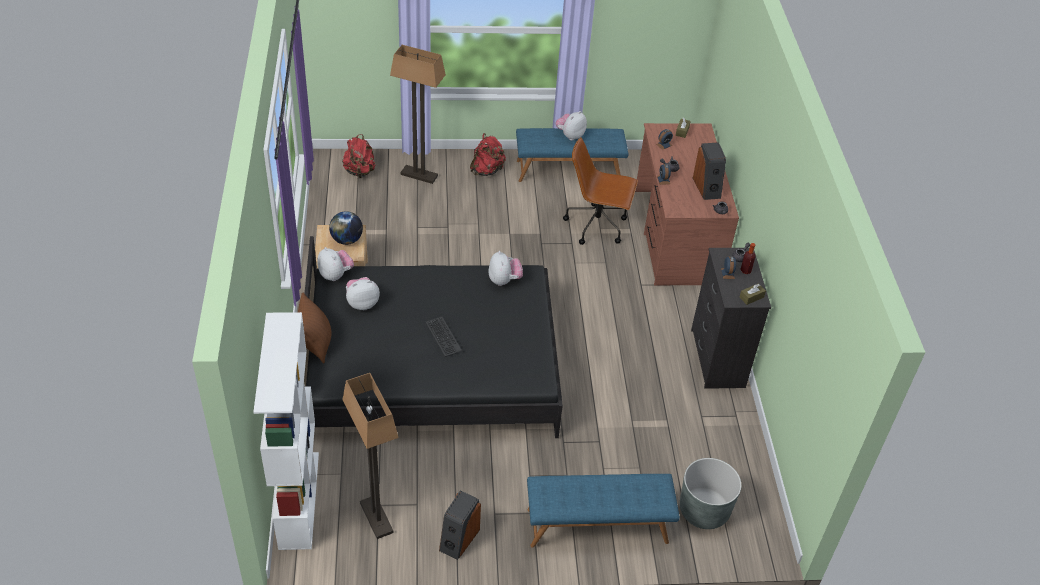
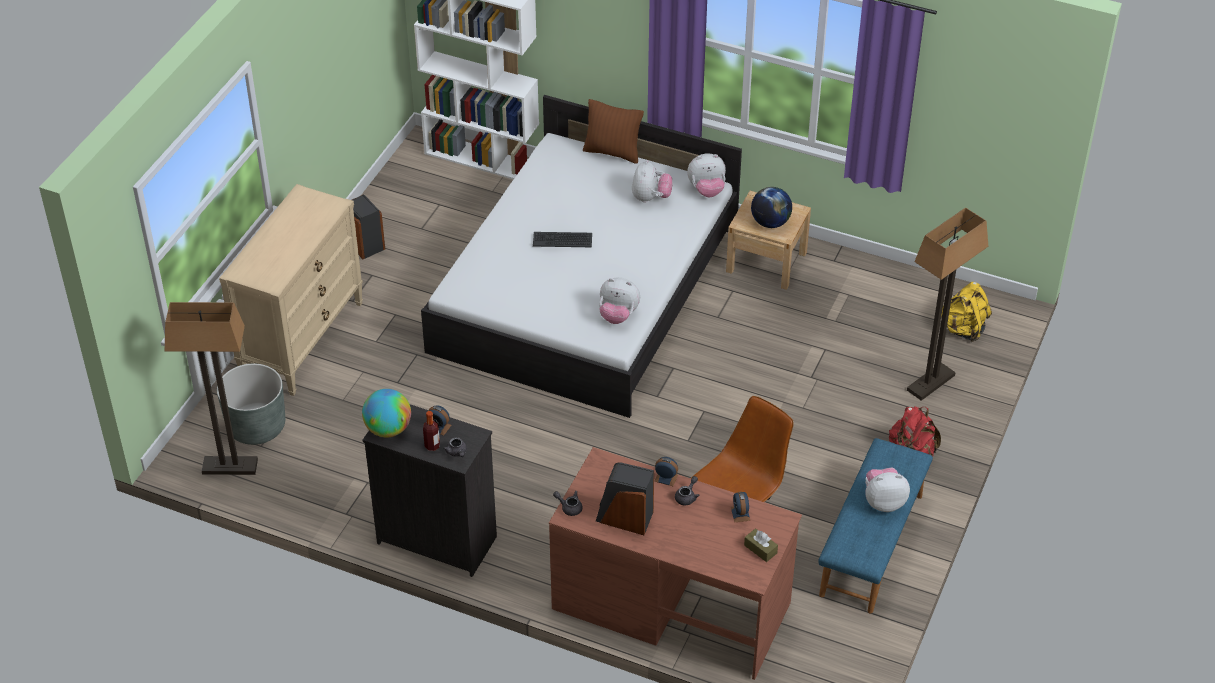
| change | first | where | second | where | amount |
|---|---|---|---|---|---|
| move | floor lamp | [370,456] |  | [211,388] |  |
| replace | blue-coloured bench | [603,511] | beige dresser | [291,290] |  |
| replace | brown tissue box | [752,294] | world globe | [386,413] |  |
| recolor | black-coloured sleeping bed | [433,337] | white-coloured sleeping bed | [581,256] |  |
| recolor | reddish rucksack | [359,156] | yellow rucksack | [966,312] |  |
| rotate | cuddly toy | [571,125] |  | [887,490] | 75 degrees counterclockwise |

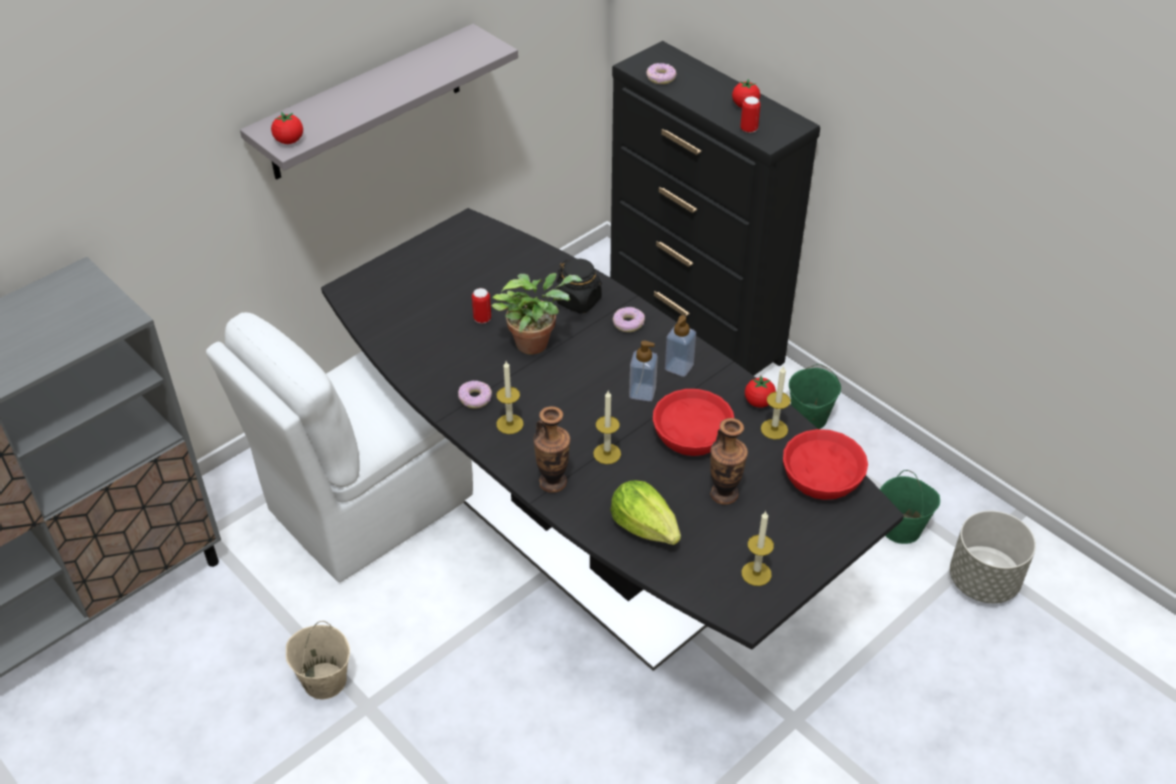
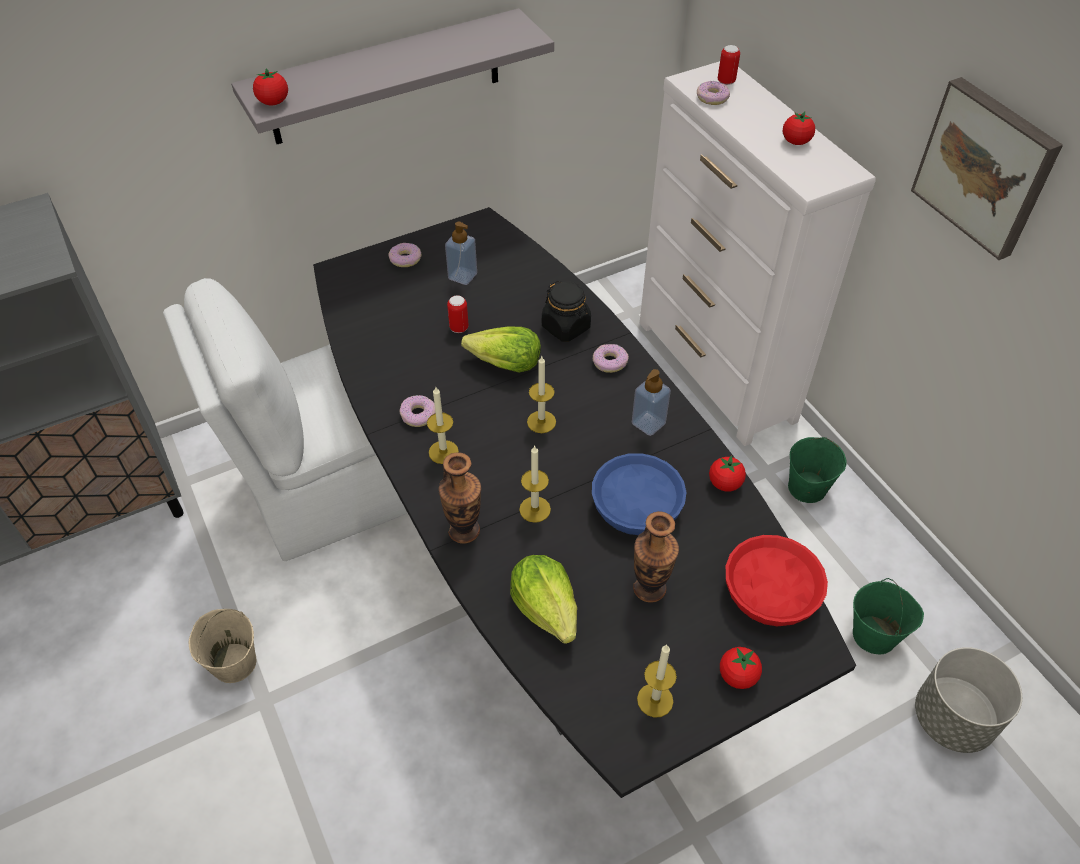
| change | first | where | second | where | amount |
|---|---|---|---|---|---|
| insert |  |  | ring doughnut | [405,255] |  |
| insert |  |  | whole tomato | [741,668] |  |
| insert |  |  | wall picture | [987,168] |  |
| move | liquid soap bottle | [643,371] |  | [461,253] |  |
| move | sealed can | [750,115] |  | [729,65] |  |
| move | candle | [776,402] |  | [541,394] |  |
| replace | plant in a pot | [537,314] | lettuce head | [501,350] |  |
| recolor | black-coloured dresser | [715,208] | white-coloured dresser | [758,253] |  |
| recolor | reddish serving bowl | [693,422] | blue-coloured serving bowl | [639,494] |  |

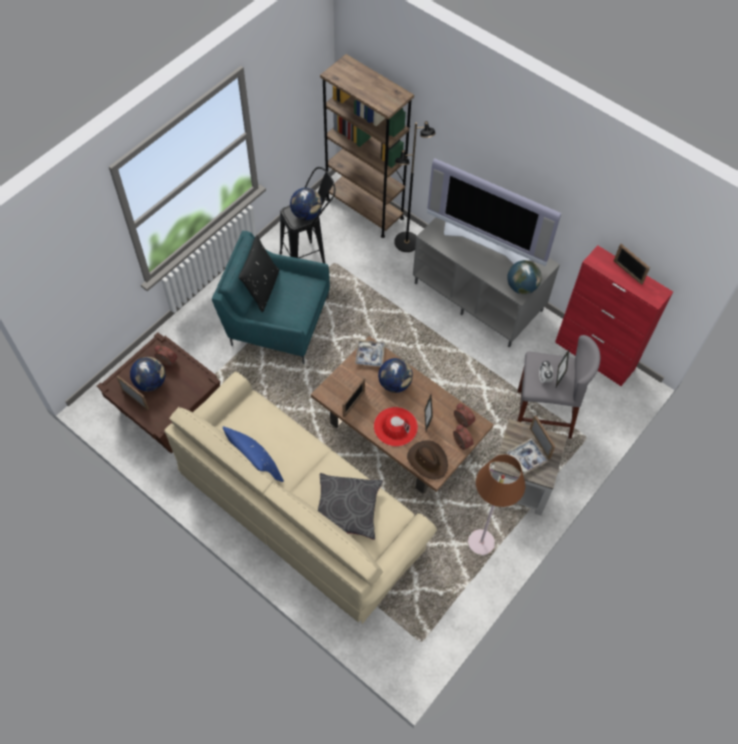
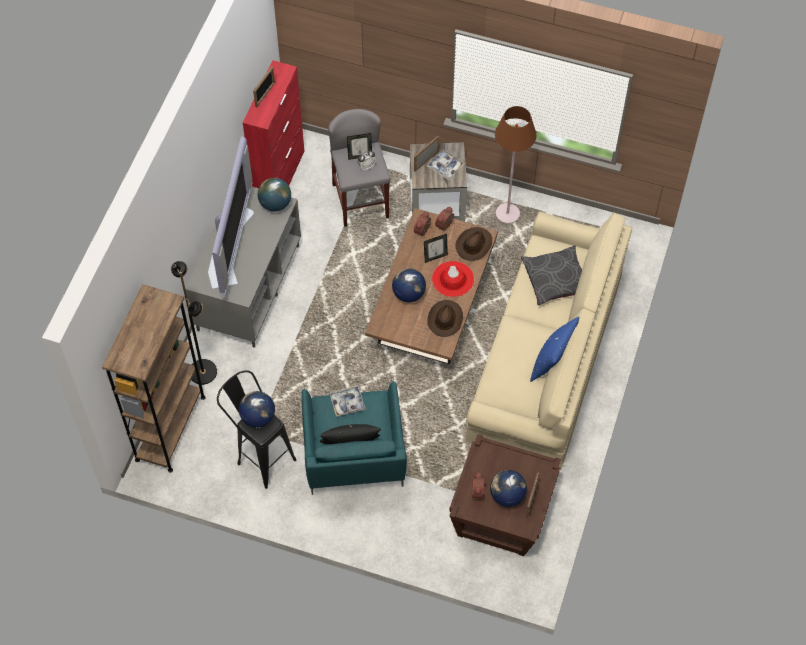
| change | first | where | second | where | amount |
|---|---|---|---|---|---|
| move | tray | [370,353] |  | [347,401] |  |
| replace | standing frame | [353,397] | brown clothing hat | [445,318] |  |

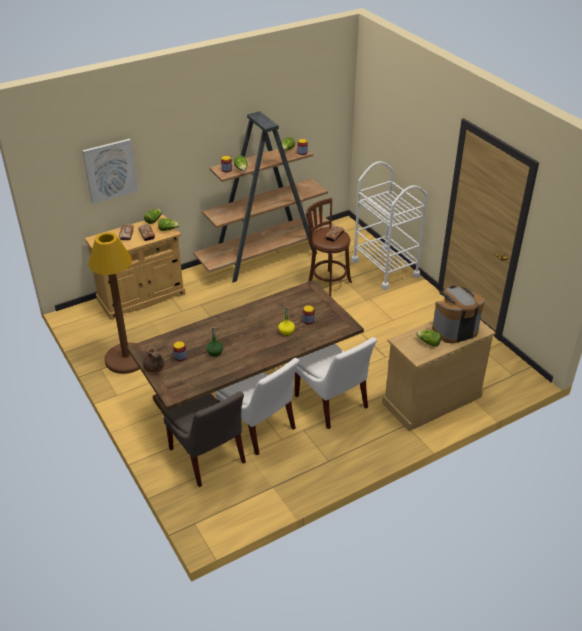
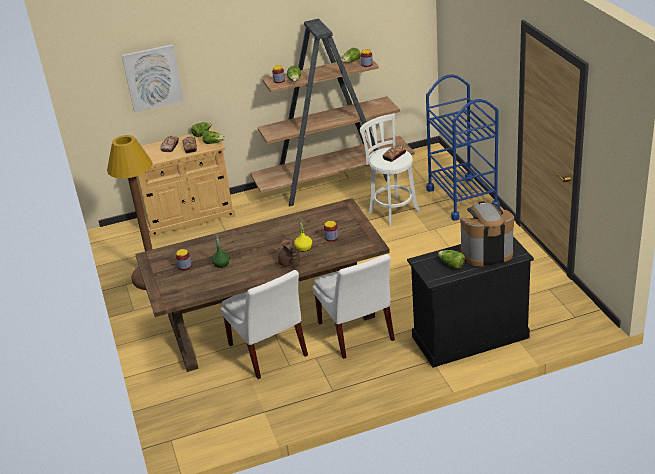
| change | first | where | second | where | amount |
|---|---|---|---|---|---|
| delete | gray upright chair | [205,439] |  |  |  |
| move | brown teapot | [153,360] |  | [289,253] |  |
| recolor | brown sitting stool | [329,247] | white-coloured sitting stool | [390,170] |  |
| recolor | white-coloured wheeled cart | [389,225] | blue-coloured wheeled cart | [463,147] |  |
| recolor | beige dresser | [439,375] | black-coloured dresser | [470,302] |  |

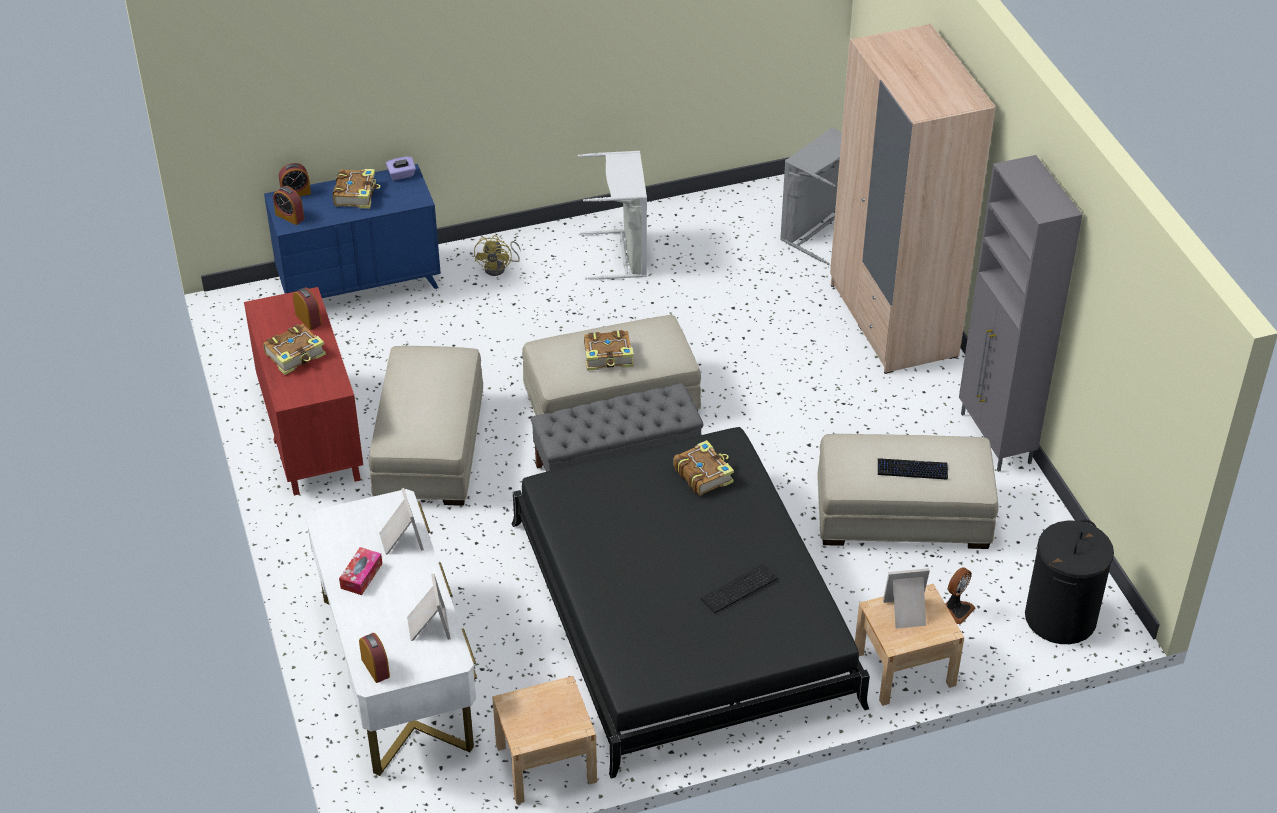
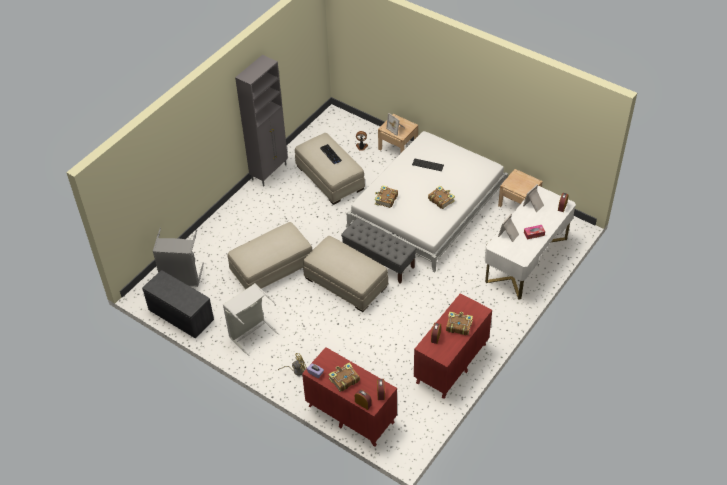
| change | first | where | second | where | amount |
|---|---|---|---|---|---|
| delete | beige armoire | [912,198] |  |  |  |
| delete | black-coloured washing basket | [1069,581] |  |  |  |
| insert |  |  | gray bench | [178,304] |  |
| move | beige pouffe | [425,426] |  | [270,255] |  |
| move | book | [609,350] |  | [441,197] |  |
| recolor | blue-coloured dresser | [352,231] | reddish dresser | [349,397] |  |
| recolor | black-coloured sleeping bed | [691,603] | white-coloured sleeping bed | [427,202] |  |

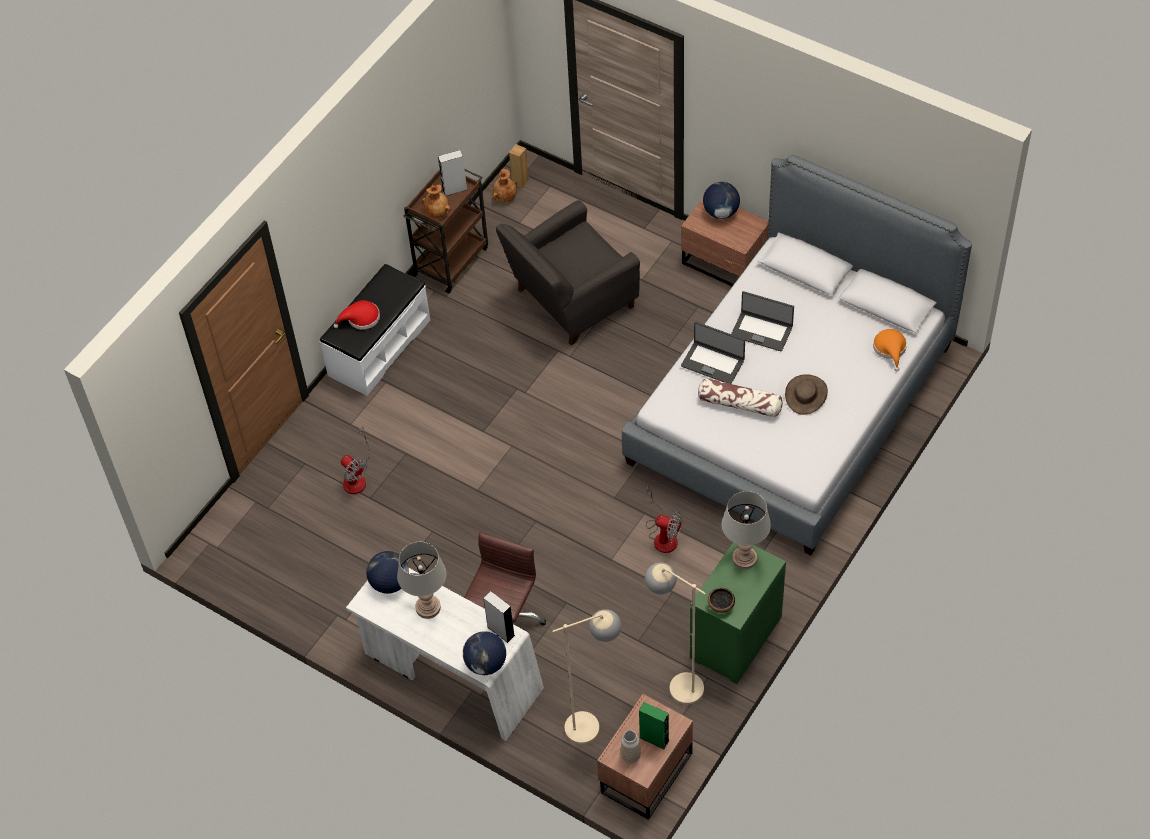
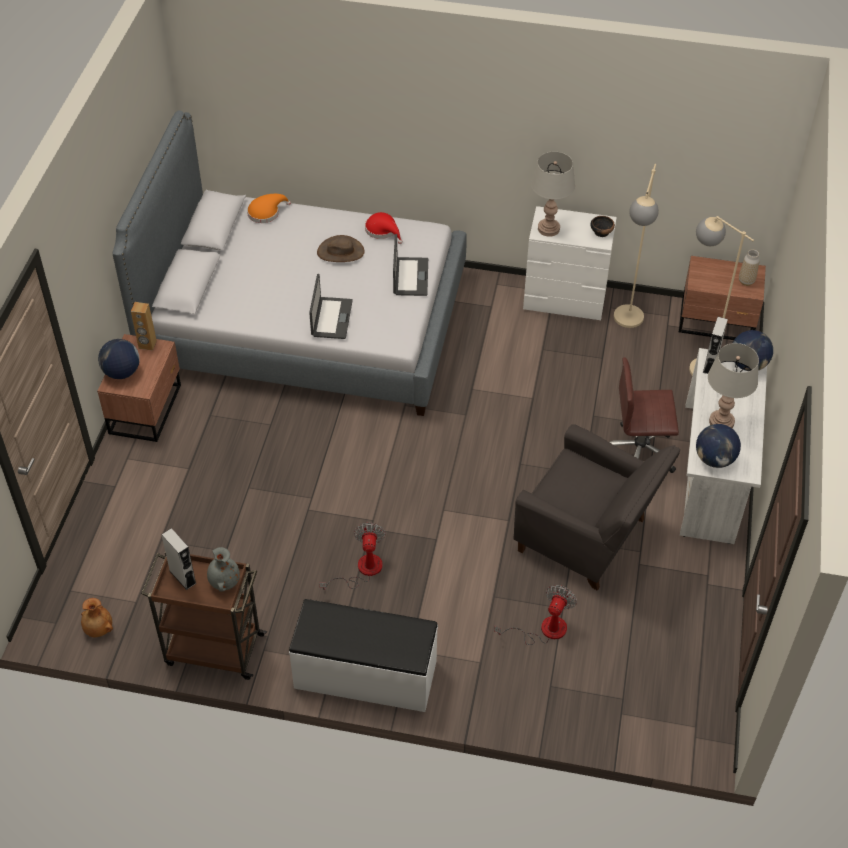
| change | first | where | second | where | amount |
|---|---|---|---|---|---|
| delete | green audio speaker | [654,725] |  |  |  |
| delete | cushion | [740,398] |  |  |  |
| move | reddish clothing hat | [357,315] |  | [384,228] |  |
| move | gray easy chair | [568,272] |  | [596,507] |  |
| move | brown audio speaker | [519,166] |  | [144,326] |  |
| move | fan | [664,519] |  | [352,556] |  |
| move | notebook computer | [762,321] |  | [410,265] |  |
| recolor | brown vase | [436,201] | gray vase | [223,569] |  |
| recolor | green dresser | [738,613] | white-coloured dresser | [570,263] |  |

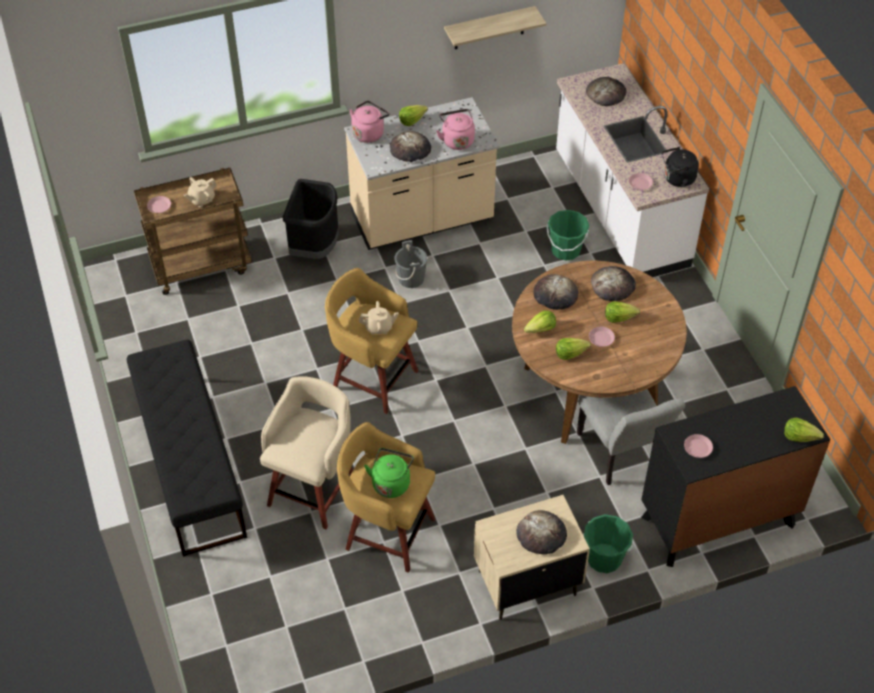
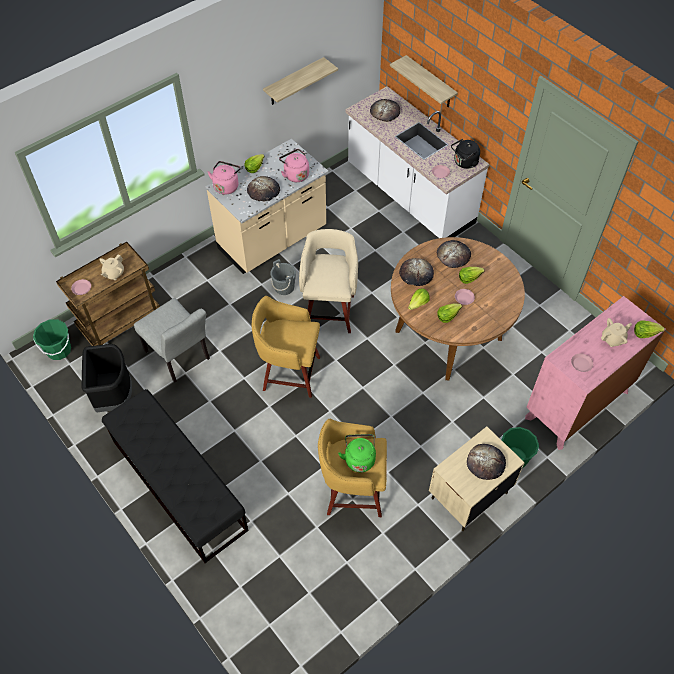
| change | first | where | second | where | amount |
|---|---|---|---|---|---|
| insert |  |  | bracket shelf | [424,81] |  |
| move | beige sitting stool | [306,452] |  | [328,281] |  |
| move | black-coloured trash can | [310,219] |  | [106,378] |  |
| move | beige teapot | [379,318] |  | [616,332] |  |
| move | green bucket | [568,235] |  | [52,340] |  |
| move | gray upright chair | [631,437] |  | [172,340] |  |
| recolor | black-coloured dresser | [735,476] | pink-coloured dresser | [595,373] |  |

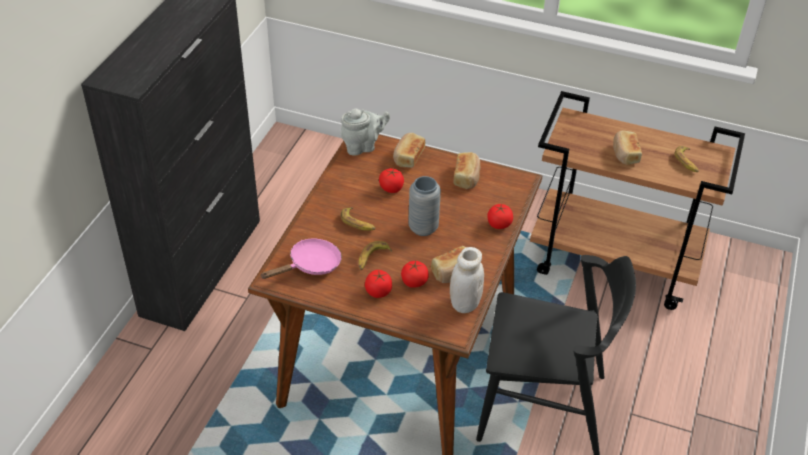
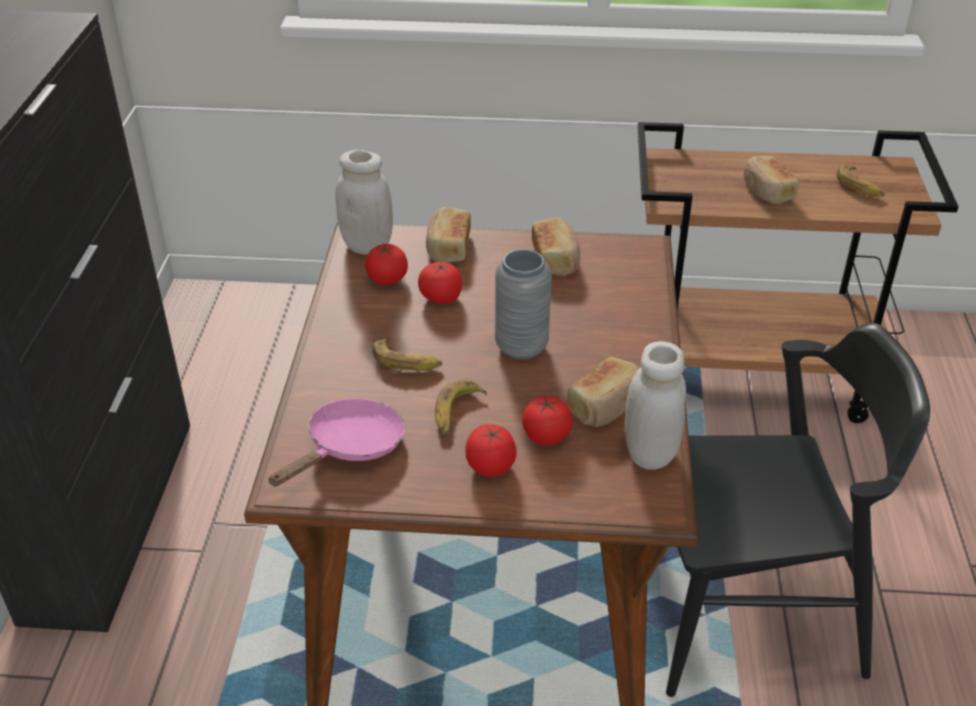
| change | first | where | second | where | amount |
|---|---|---|---|---|---|
| move | whole tomato | [500,216] |  | [386,264] |  |
| replace | gray teapot | [365,132] | white-coloured storage jar | [364,202] |  |

